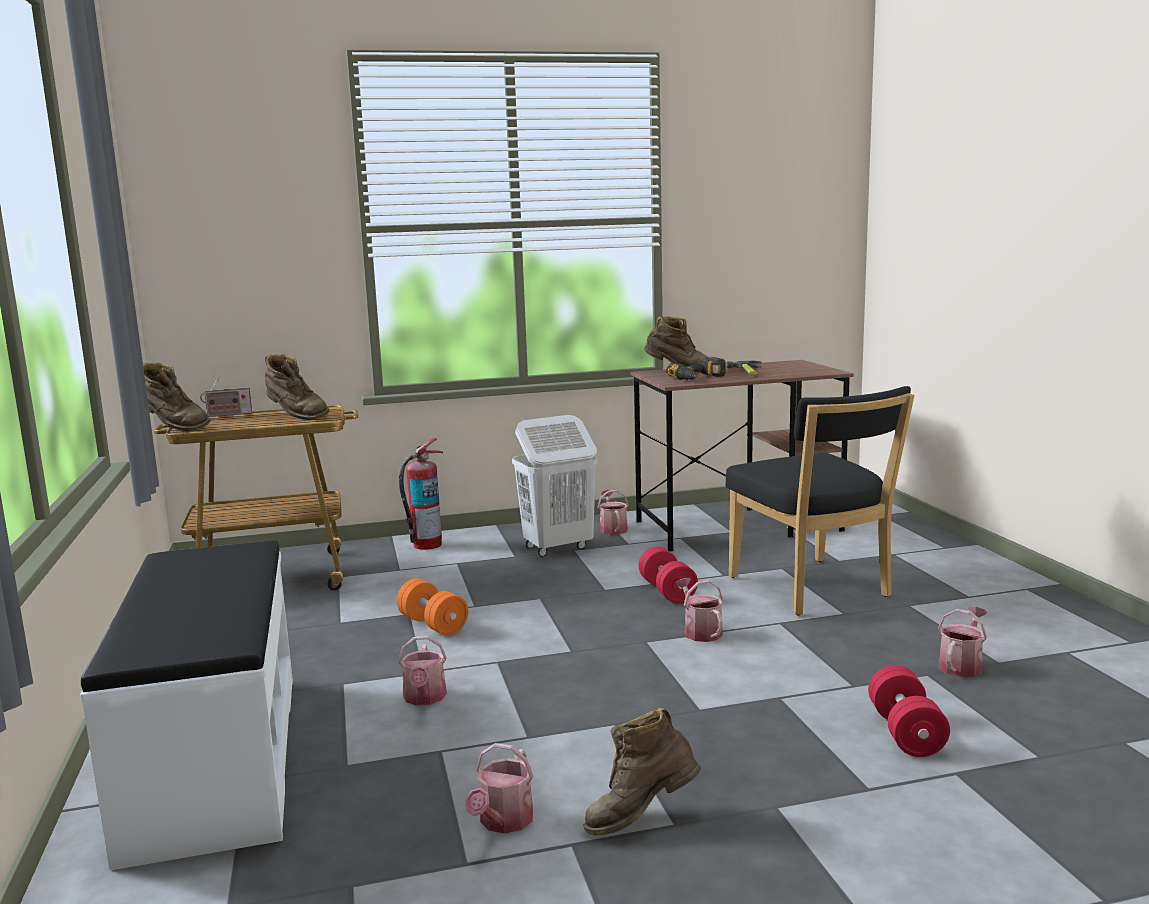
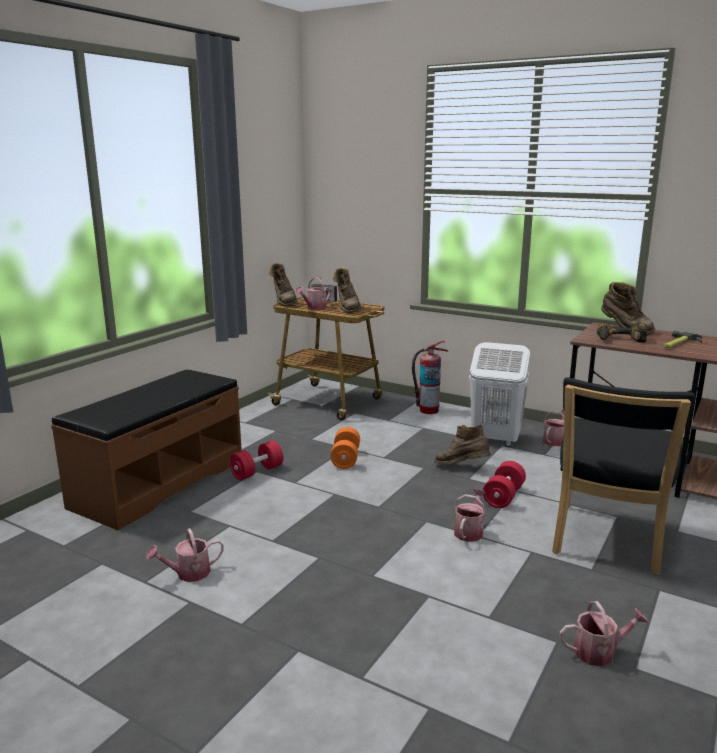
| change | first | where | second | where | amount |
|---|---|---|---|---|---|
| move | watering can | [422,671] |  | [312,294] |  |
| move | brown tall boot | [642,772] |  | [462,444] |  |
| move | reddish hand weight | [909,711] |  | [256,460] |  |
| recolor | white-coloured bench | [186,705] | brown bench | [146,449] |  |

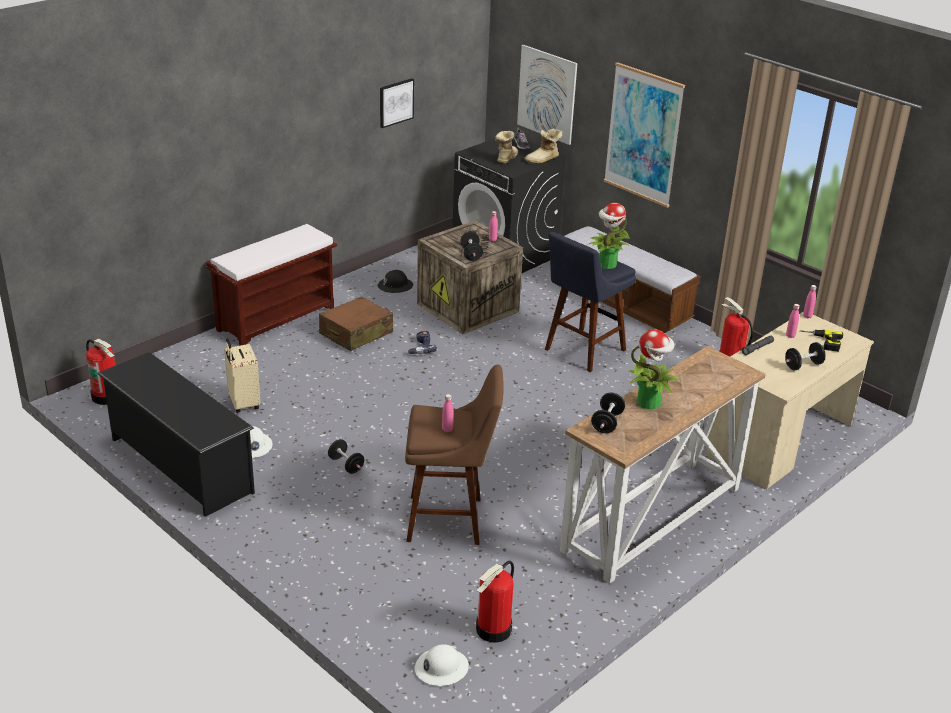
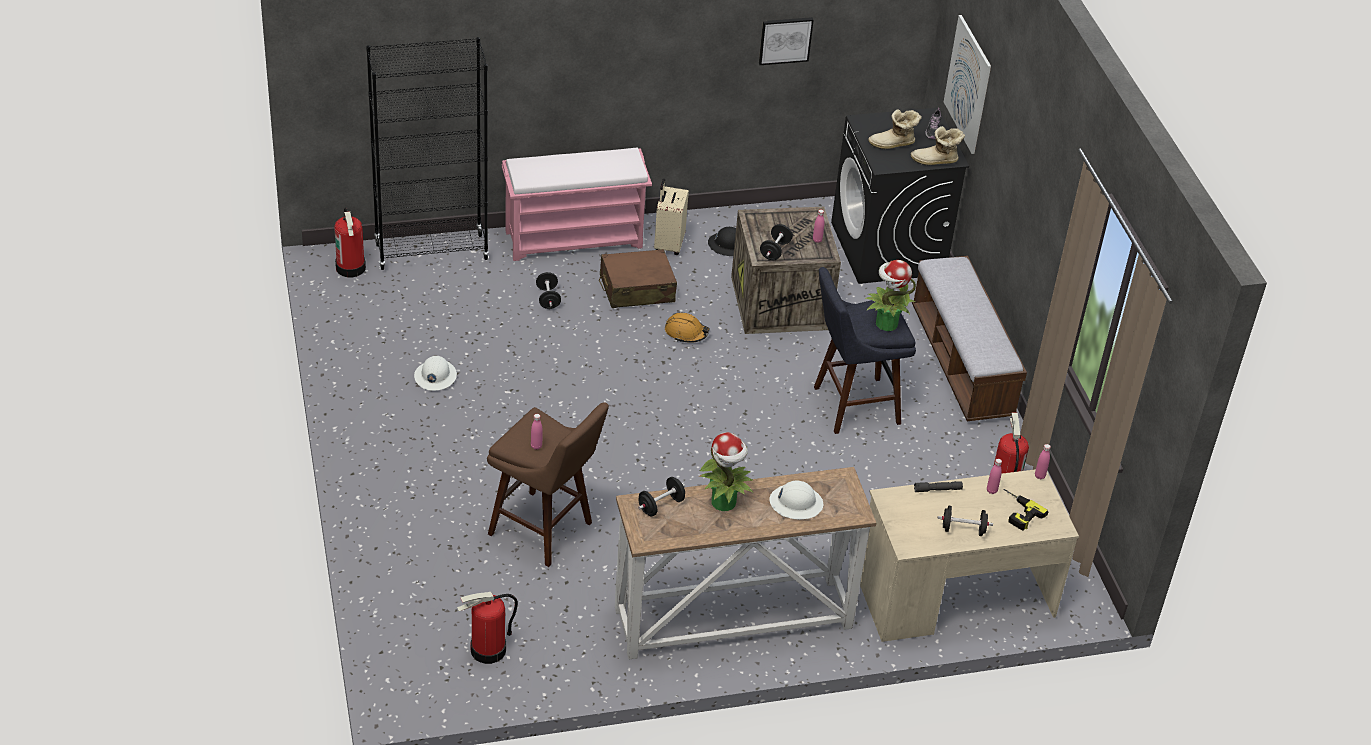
| change | first | where | second | where | amount |
|---|---|---|---|---|---|
| delete | black-coloured shoe stand | [176,434] |  |  |  |
| delete | wall picture | [644,135] |  |  |  |
| insert |  |  | black-coloured bookshelf | [427,153] |  |
| move | beige suitcase | [242,375] |  | [671,217] |  |
| move | black-coloured hand weight | [346,456] |  | [548,290] |  |
| move | white-coloured hard hat | [441,665] |  | [796,500] |  |
| replace | power drill | [422,342] | orangey hard hat | [687,328] |  |
| recolor | brown bench | [271,285] | pink-coloured bench | [577,204] |  |
| rotate | tall boot | [506,147] |  | [895,129] | 150 degrees counterclockwise |

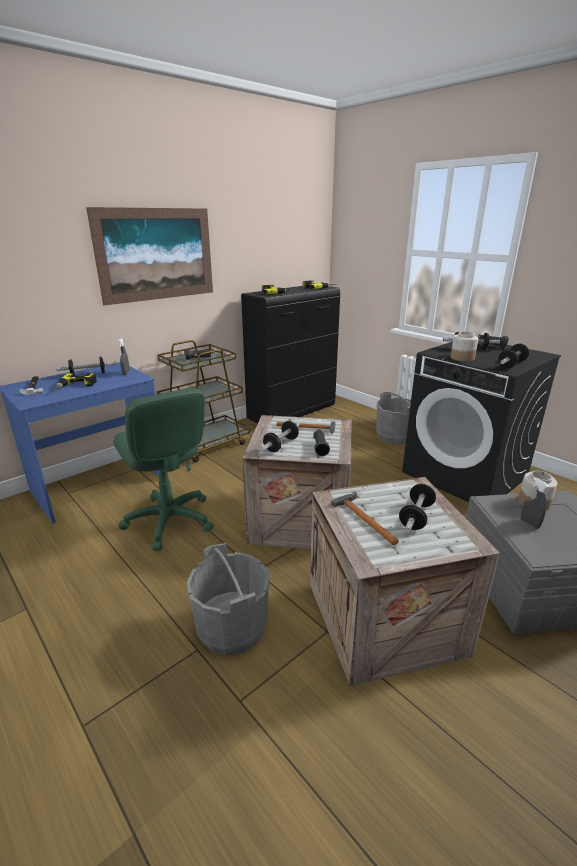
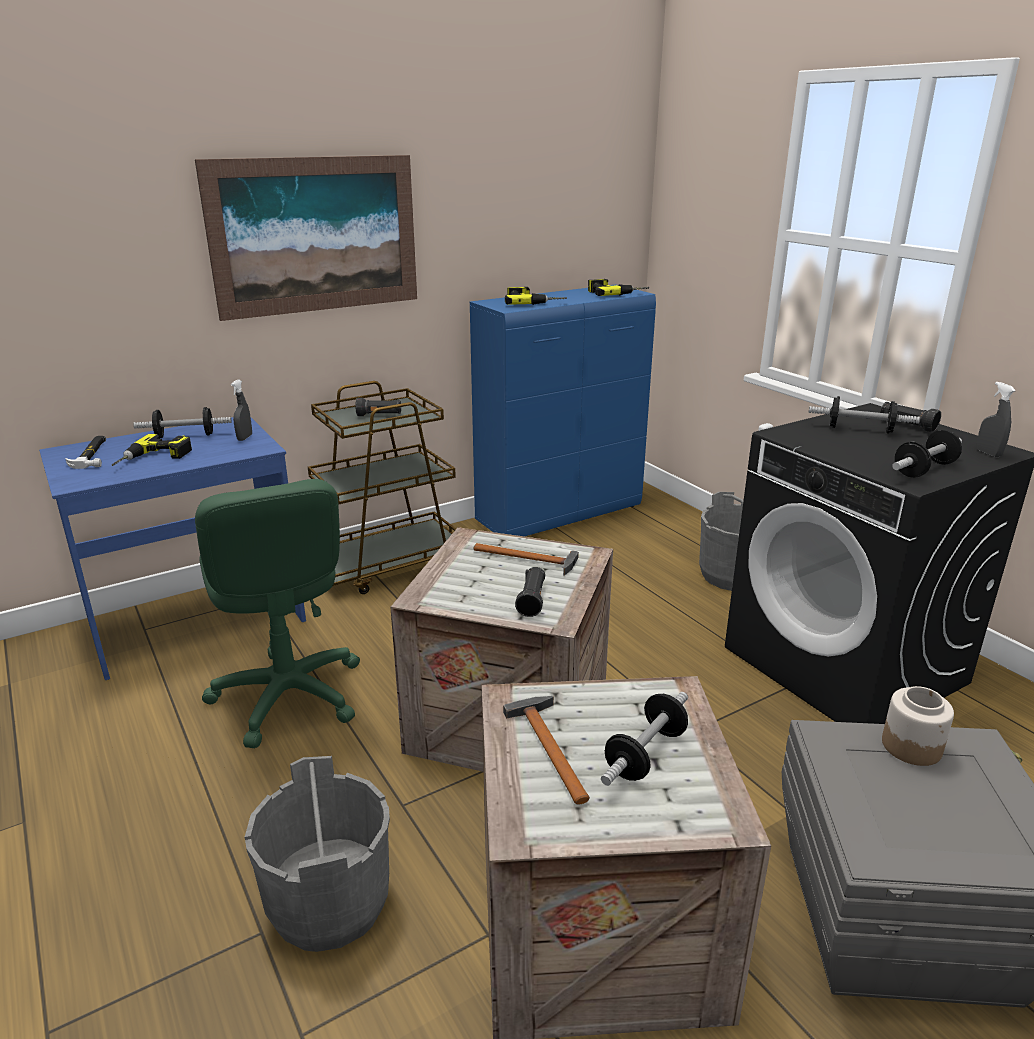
| change | first | where | second | where | amount |
|---|---|---|---|---|---|
| delete | hand weight | [280,436] |  |  |  |
| delete | storage jar | [465,347] |  |  |  |
| move | gray spray bottle | [535,503] |  | [996,419] |  |
| recolor | black-coloured cupboard | [290,355] | blue-coloured cupboard | [563,411] |  |

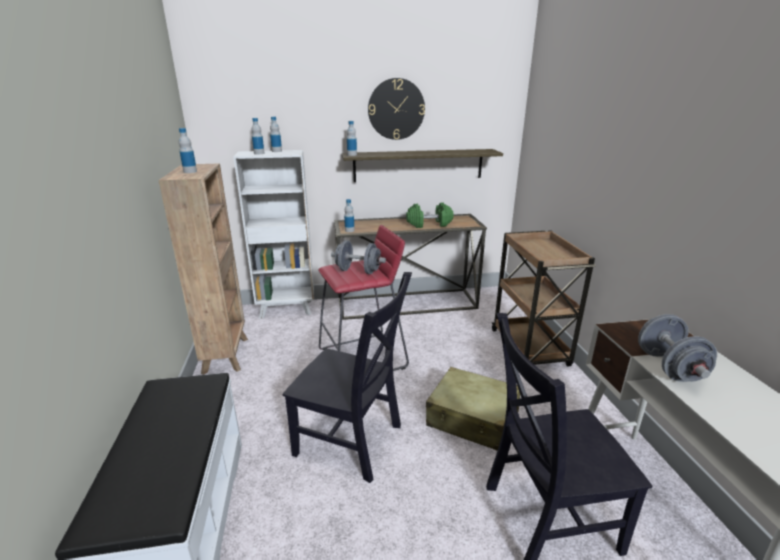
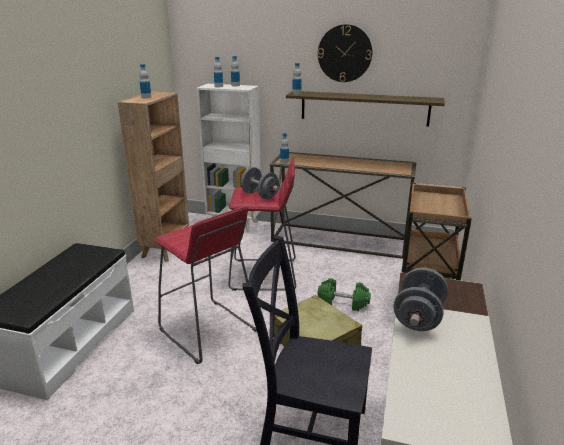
| change | first | where | second | where | amount |
|---|---|---|---|---|---|
| move | green hand weight | [430,215] |  | [344,294] |  |
| replace | black-coloured upright chair | [347,377] | reddish sitting stool | [205,285] |  |

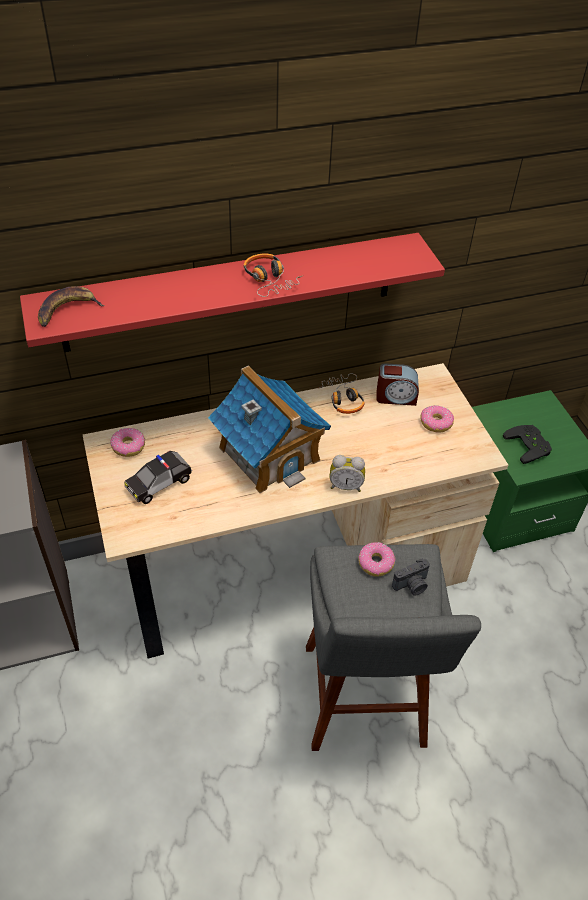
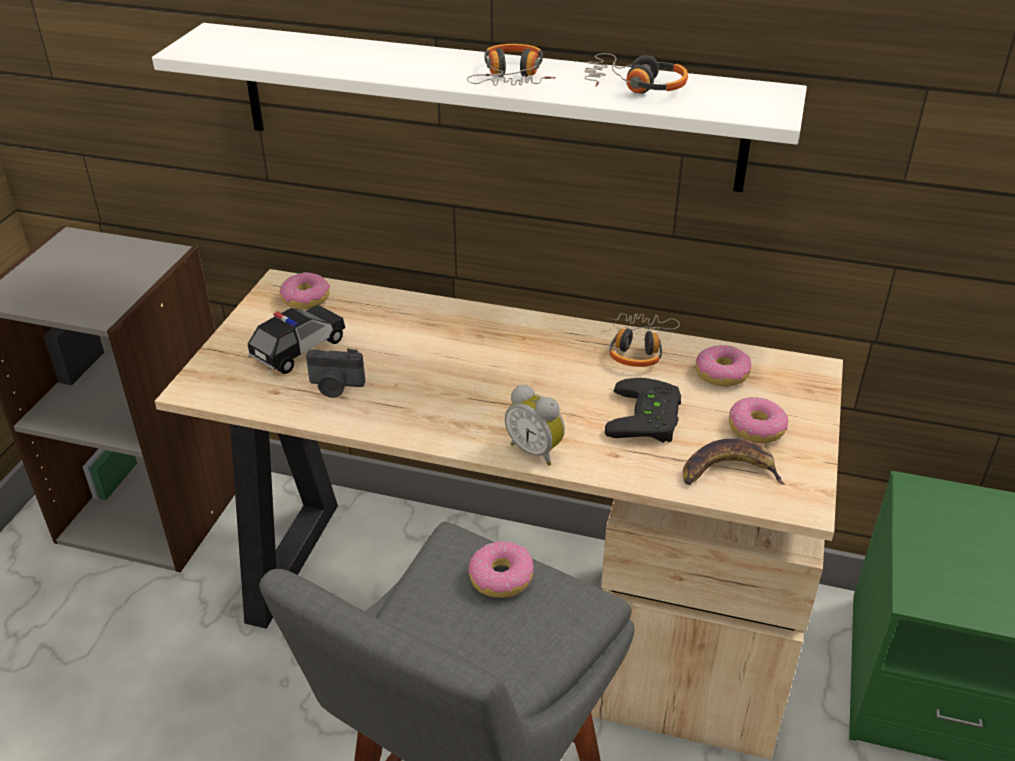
| change | first | where | second | where | amount |
|---|---|---|---|---|---|
| delete | toy house | [269,429] |  |  |  |
| insert |  |  | headphones | [636,73] |  |
| move | whole banana | [71,306] |  | [734,462] |  |
| move | still camera | [411,577] |  | [335,373] |  |
| move | black-coloured joypad | [527,444] |  | [643,410] |  |
| replace | bedside clock | [397,384] | ring doughnut | [724,366] |  |
| recolor | reddish bracket shelf | [232,292] | white-coloured bracket shelf | [479,107] |  |
| rotate | model car | [158,477] |  | [297,339] | 135 degrees clockwise |

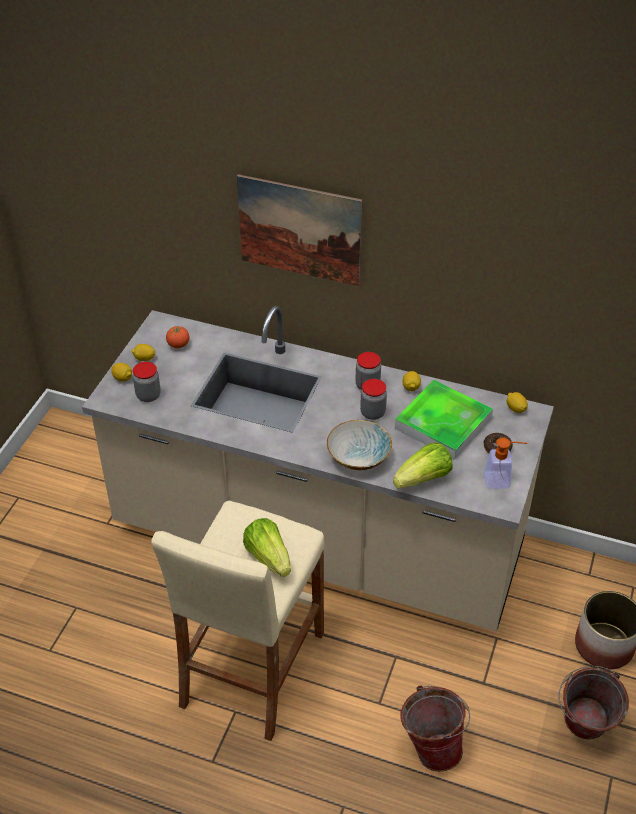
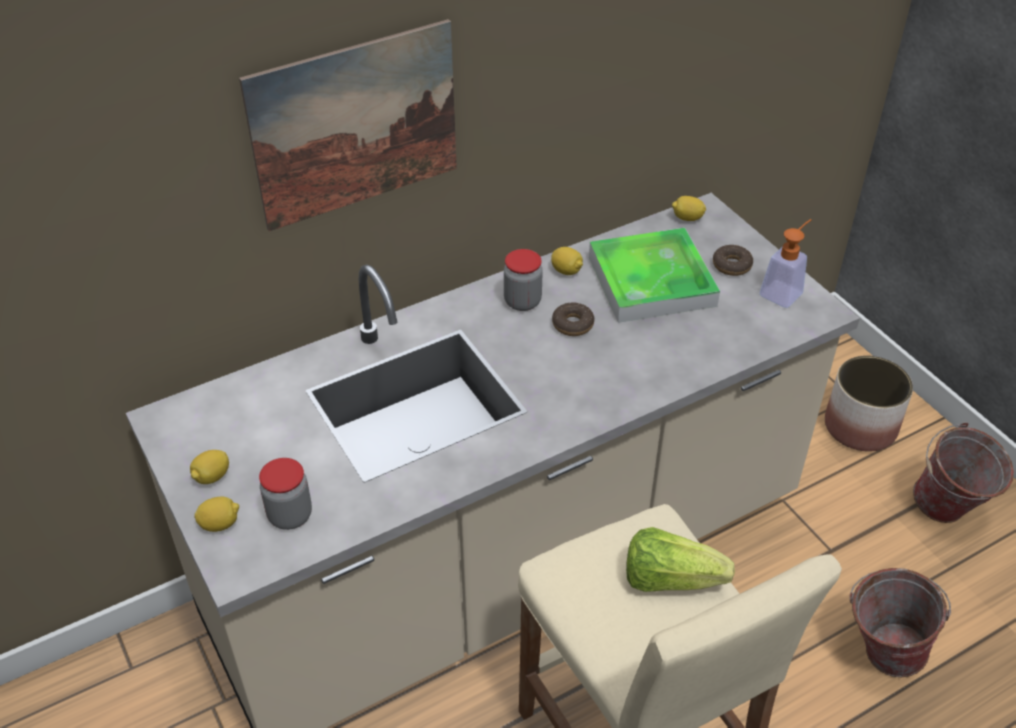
| change | first | where | second | where | amount |
|---|---|---|---|---|---|
| delete | whole tomato | [177,337] |  |  |  |
| delete | serving bowl | [359,445] |  |  |  |
| delete | lettuce head | [423,466] |  |  |  |
| replace | storage jar | [373,399] | ring doughnut | [573,319] |  |

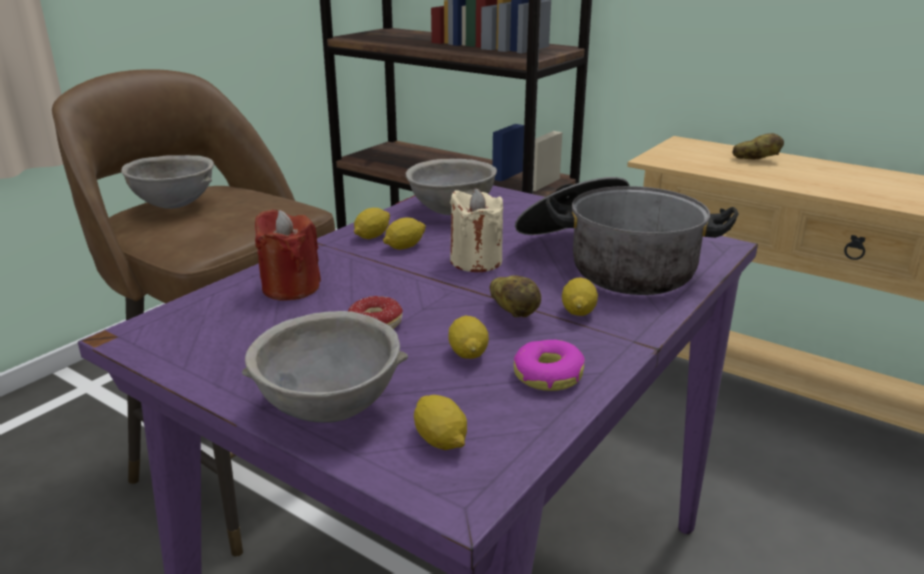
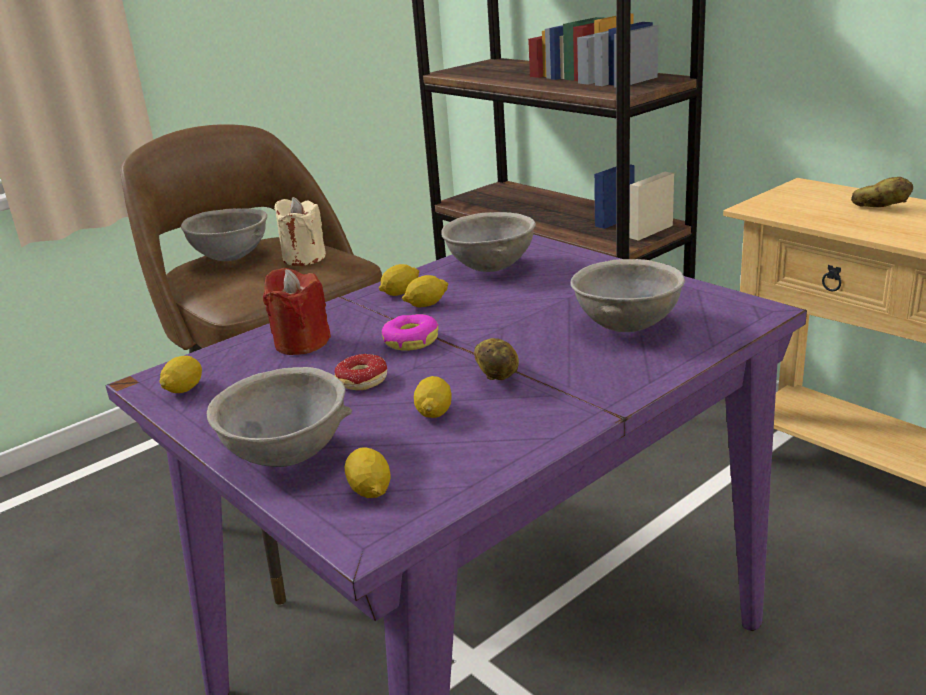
| change | first | where | second | where | amount |
|---|---|---|---|---|---|
| move | beige candle | [476,230] |  | [300,231] |  |
| move | ring doughnut | [549,365] |  | [410,332] |  |
| move | citrus fruit | [580,296] |  | [180,374] |  |
| replace | saucepot | [627,236] | gray serving bowl | [628,295] |  |

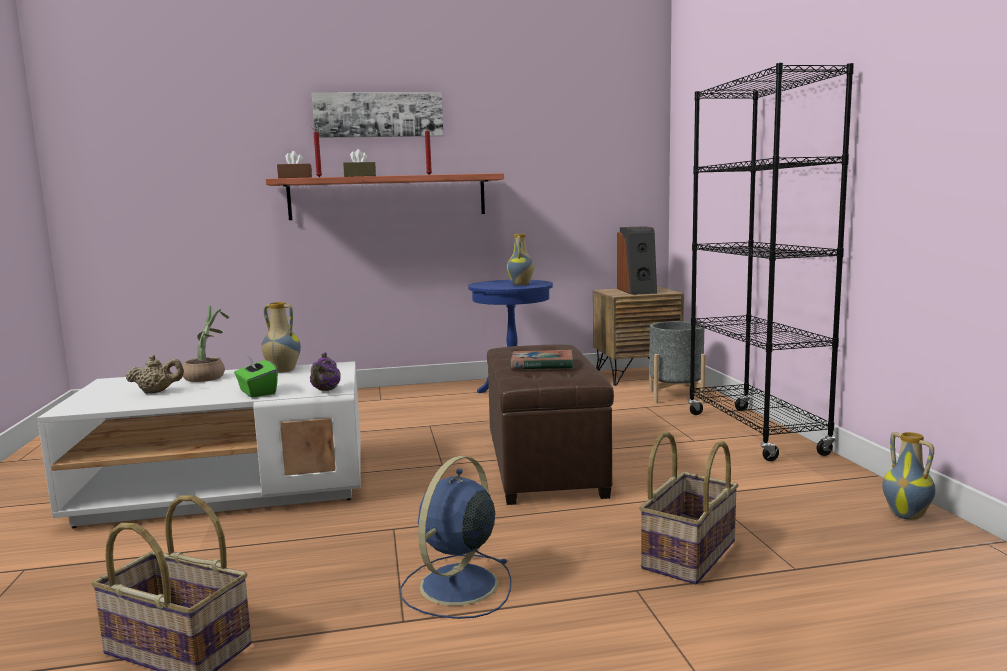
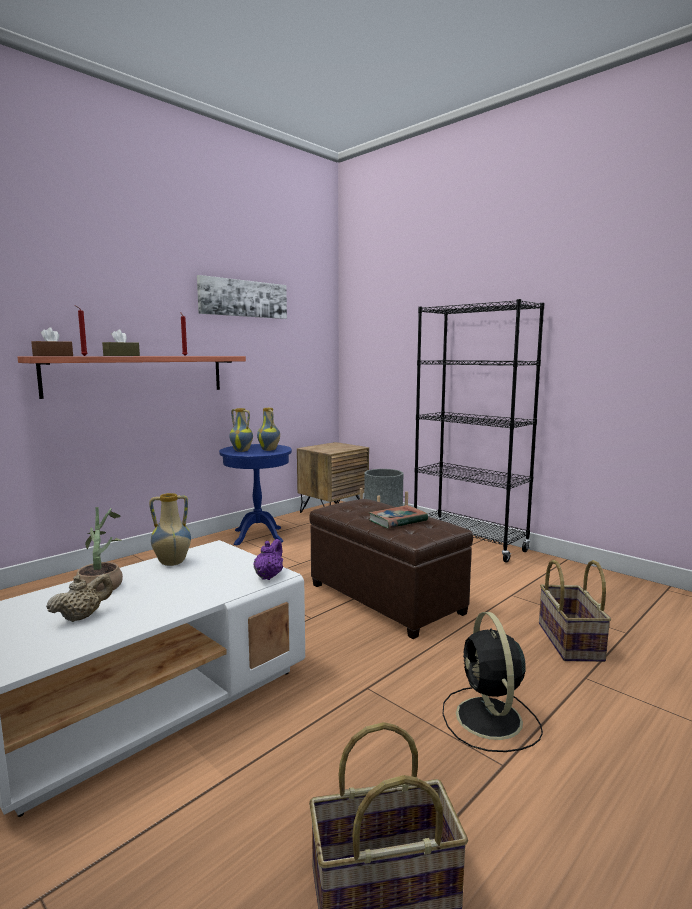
| change | first | where | second | where | amount |
|---|---|---|---|---|---|
| delete | green tissue box | [256,376] |  |  |  |
| delete | audio speaker | [637,260] |  |  |  |
| move | wall picture | [378,115] |  | [242,297] |  |
| move | vase | [908,476] |  | [241,430] |  |
| recolor | blue-coloured fan | [455,537] | black-coloured fan | [492,682] |  |
| rotate | purplish teapot | [325,372] |  | [268,559] | 135 degrees counterclockwise |

